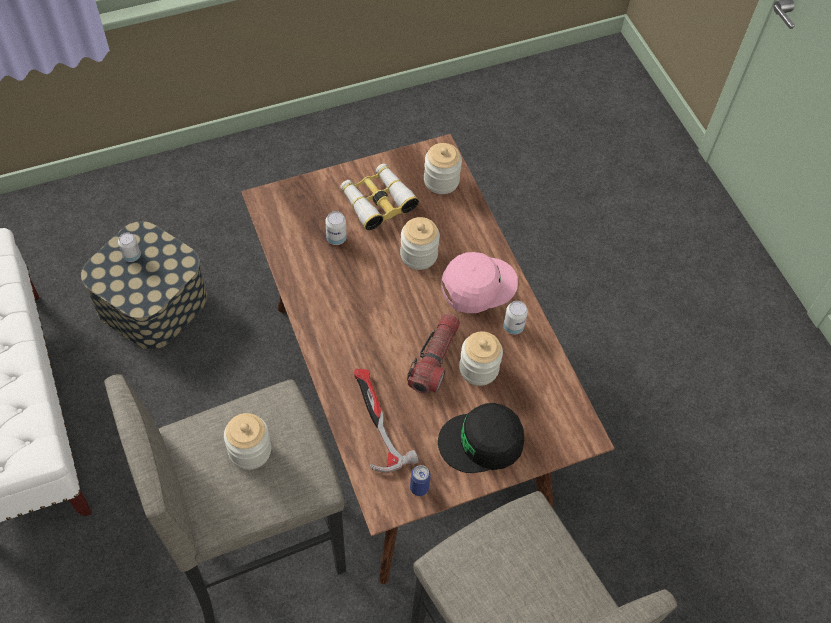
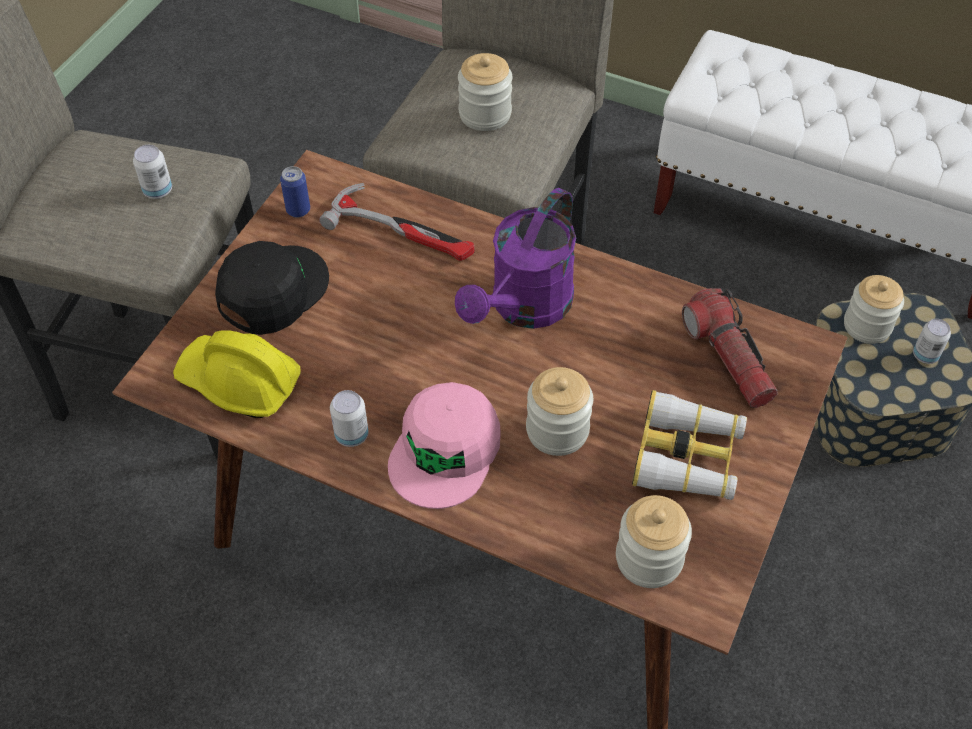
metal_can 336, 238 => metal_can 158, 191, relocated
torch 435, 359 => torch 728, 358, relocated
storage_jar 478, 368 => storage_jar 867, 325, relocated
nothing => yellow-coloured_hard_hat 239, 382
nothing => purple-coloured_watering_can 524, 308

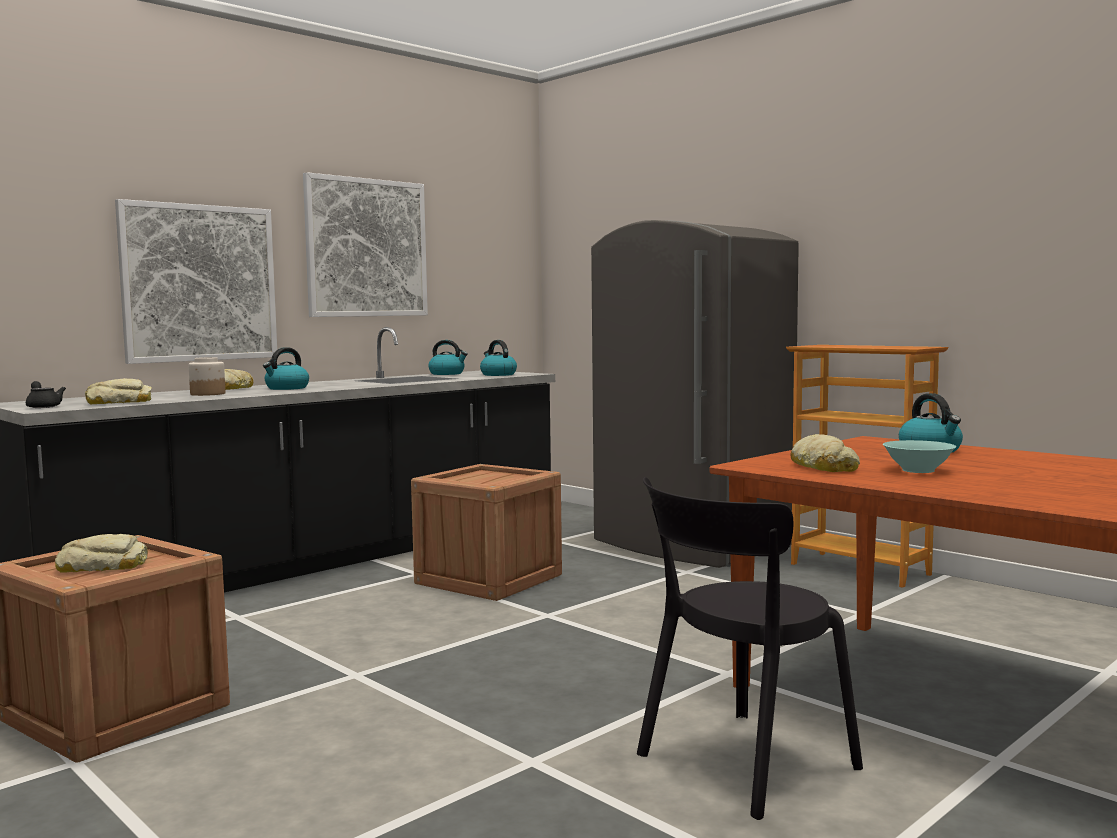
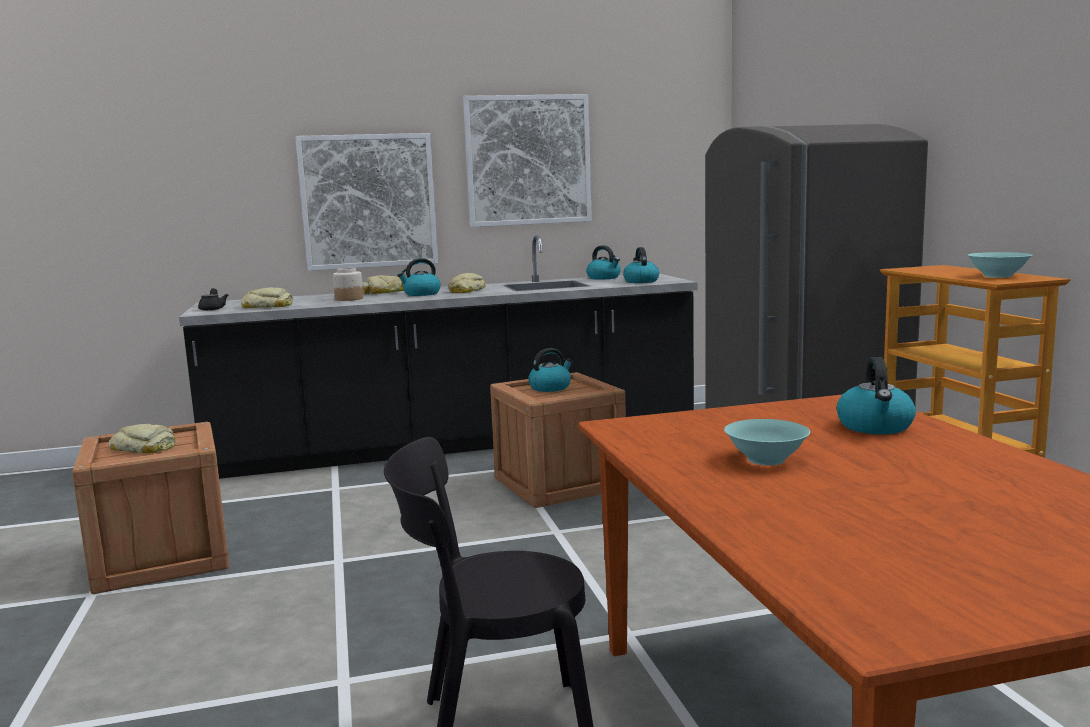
bakery_bread 824, 466 => bakery_bread 465, 290, relocated
nothing => water_kettle 550, 387
nothing => blue-green_serving_bowl 998, 276

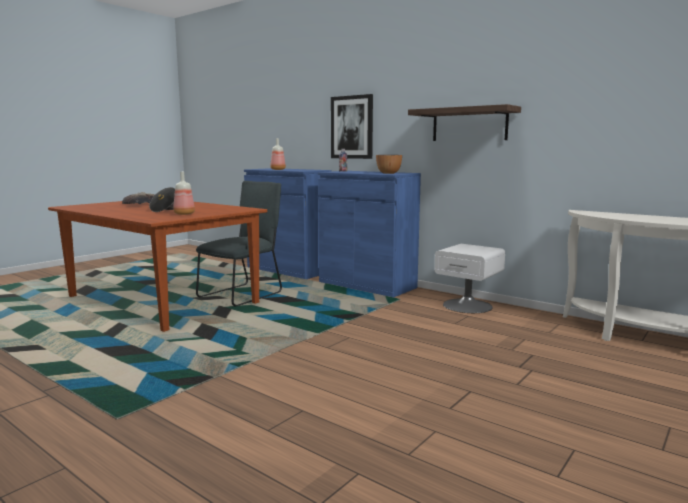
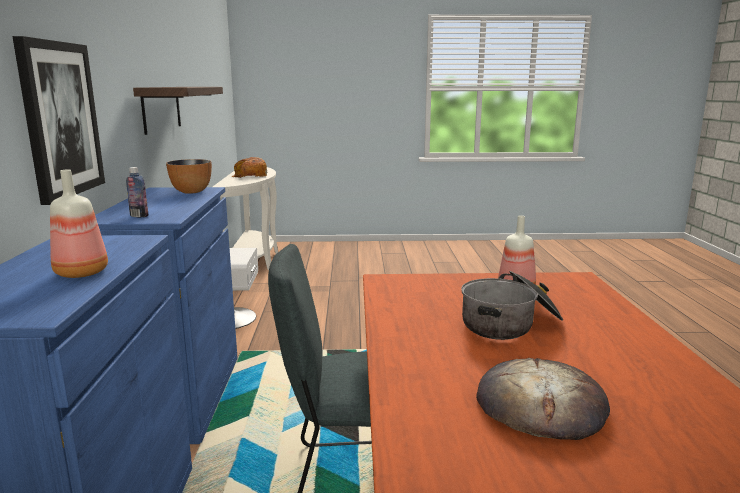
nothing => bakery_bread 249, 176

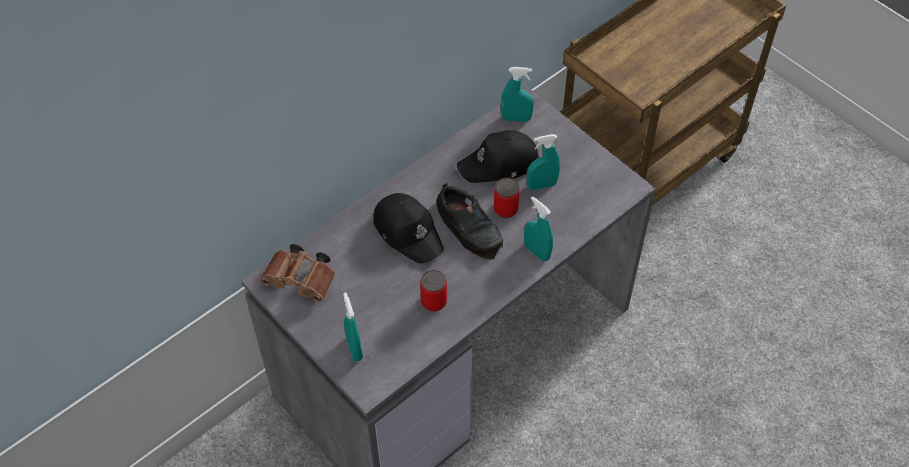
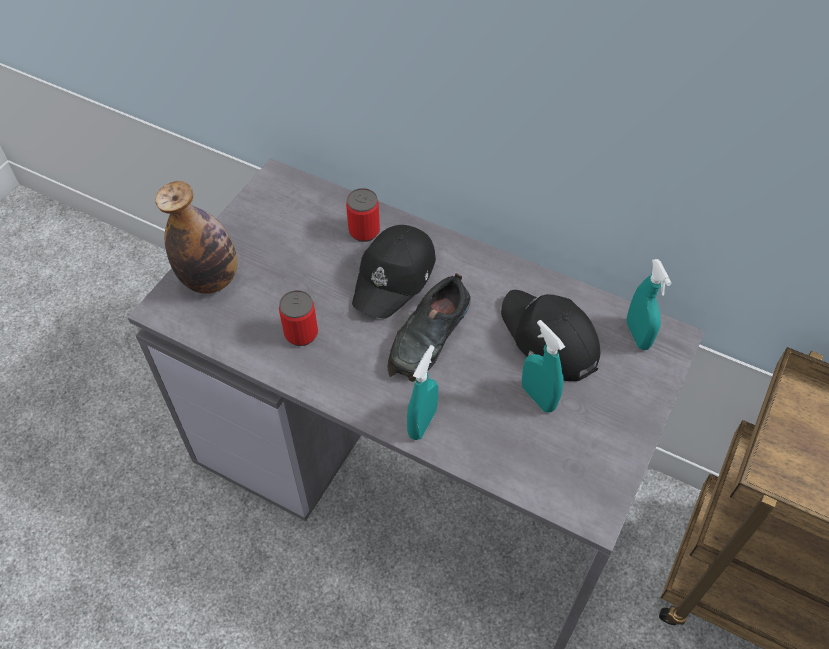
brown_field_glasses 302, 281 => nothing
blue-green_sprayer 354, 348 => beverage_bottle 210, 279
metal_can 505, 209 => metal_can 364, 231, relocated

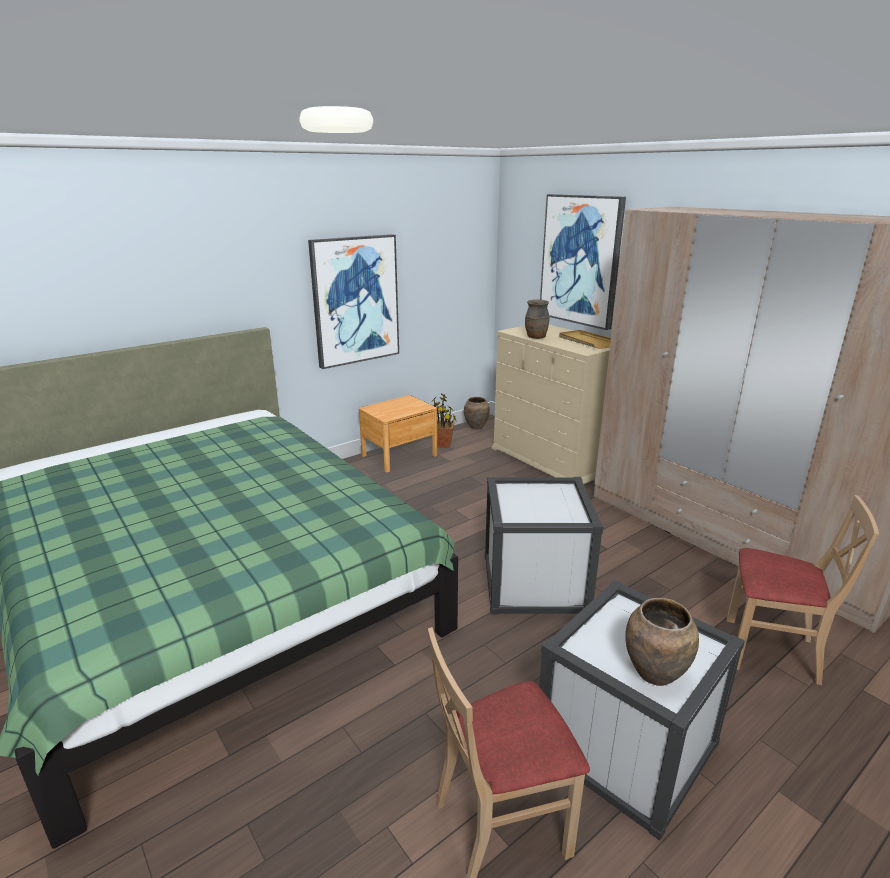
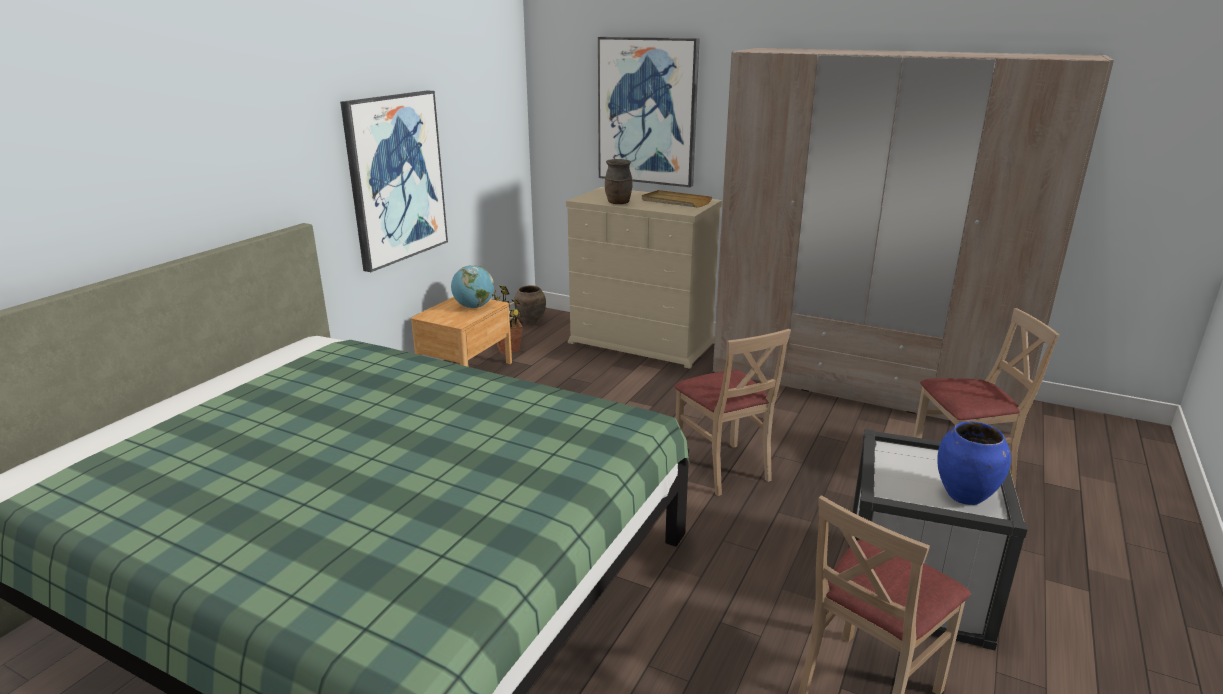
white-coloured_storage_box 534, 583 => sand-coloured_upright_chair 723, 468
brown_flower_vase 655, 673 => bluish_flower_vase 965, 496
nothing => desk_globe 474, 307

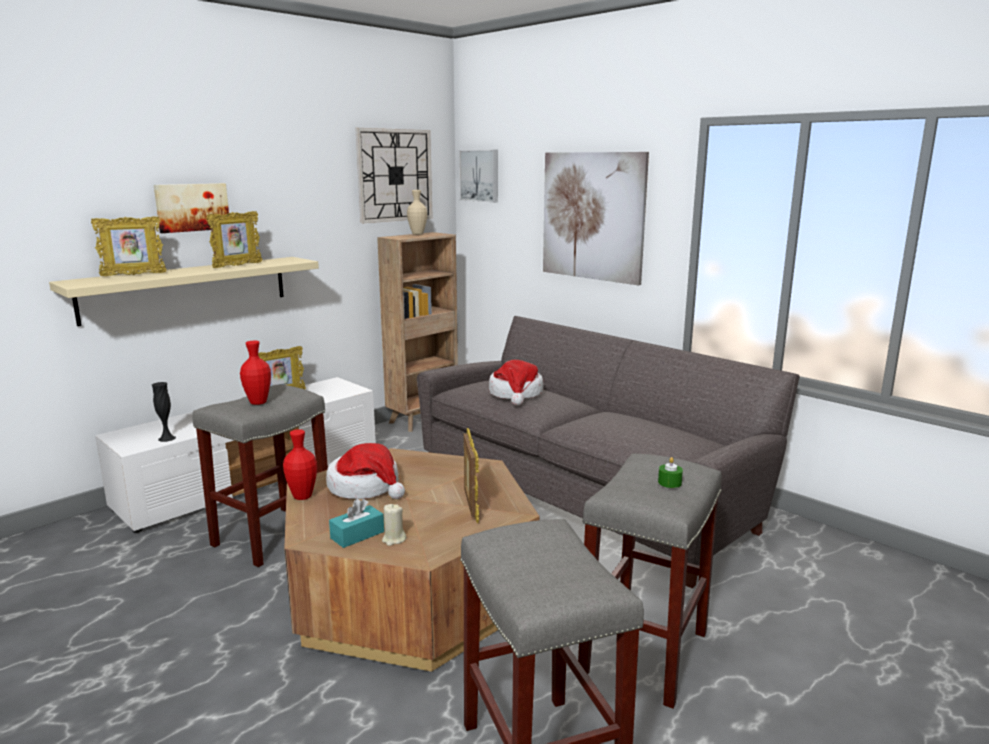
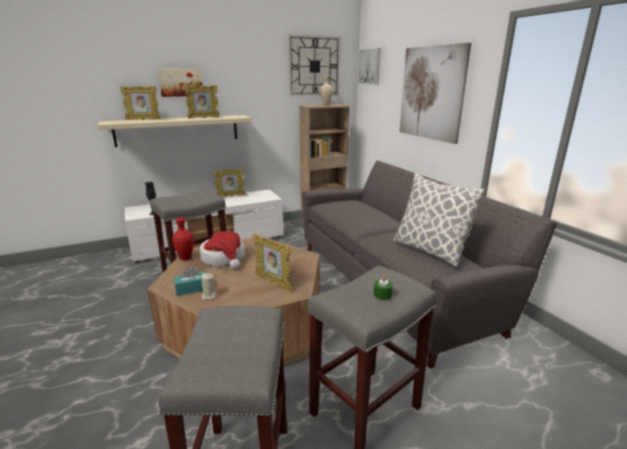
reddish_flower_vase 258, 402 => nothing
picture_frame 471, 507 => picture_frame 273, 283, 120 degrees clockwise
wearable_hat 516, 394 => nothing
nothing => pillow 429, 250

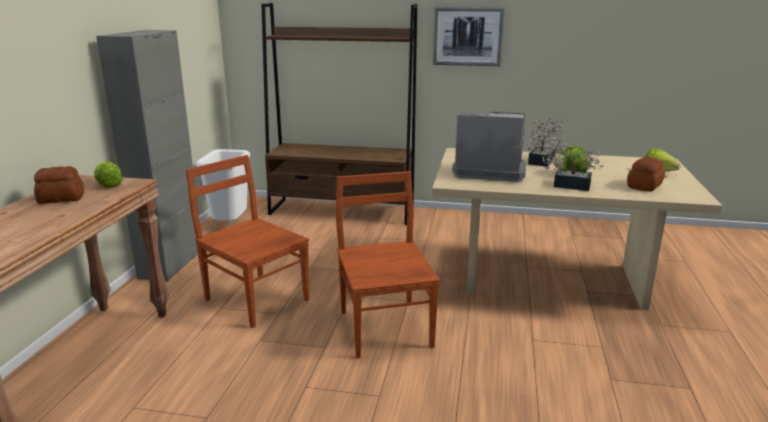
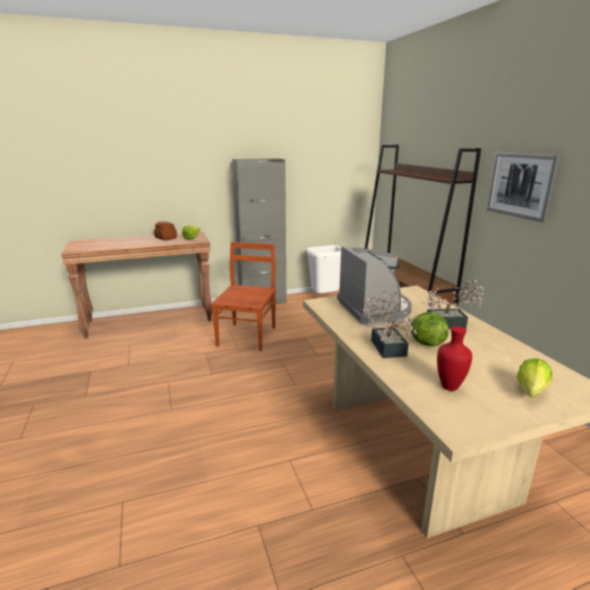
brown_upright_chair 385, 327 => nothing
bakery_bread 643, 186 => reddish_flower_vase 448, 386

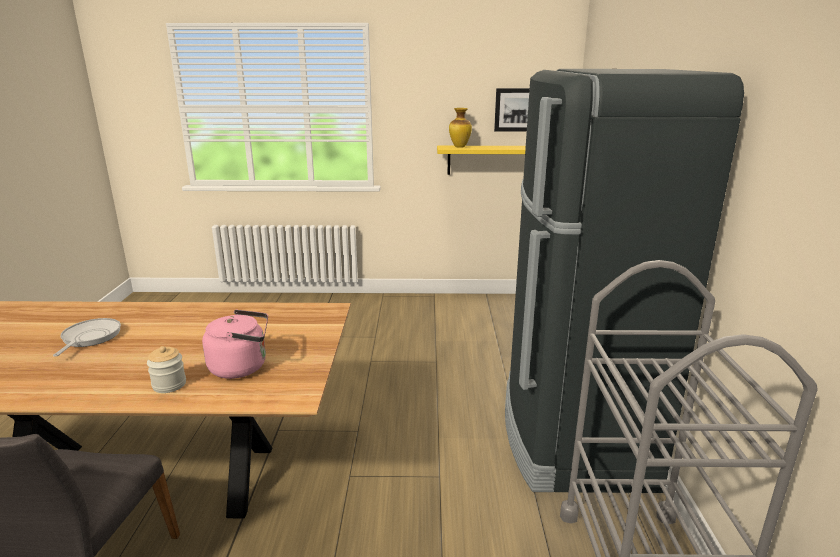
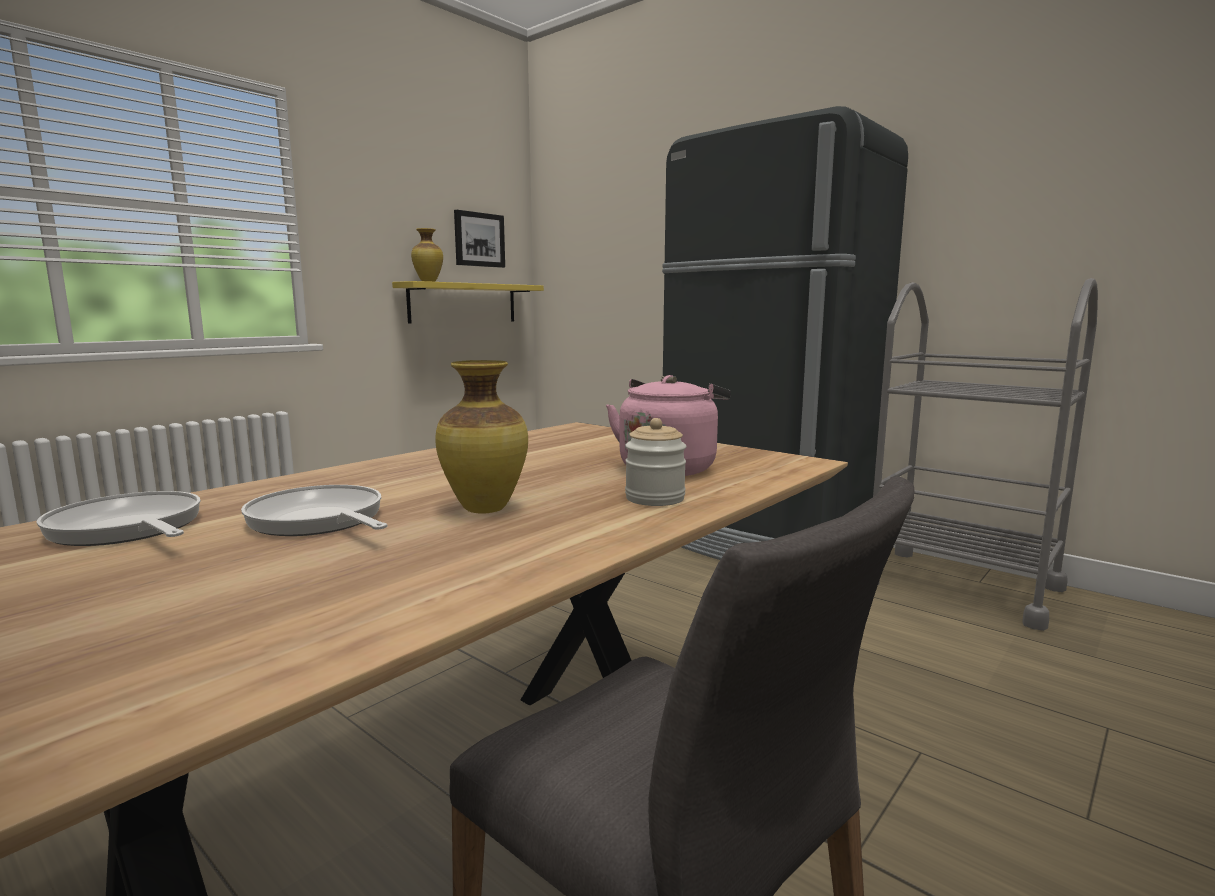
nothing => skillet 128, 529
nothing => flower_vase 486, 509

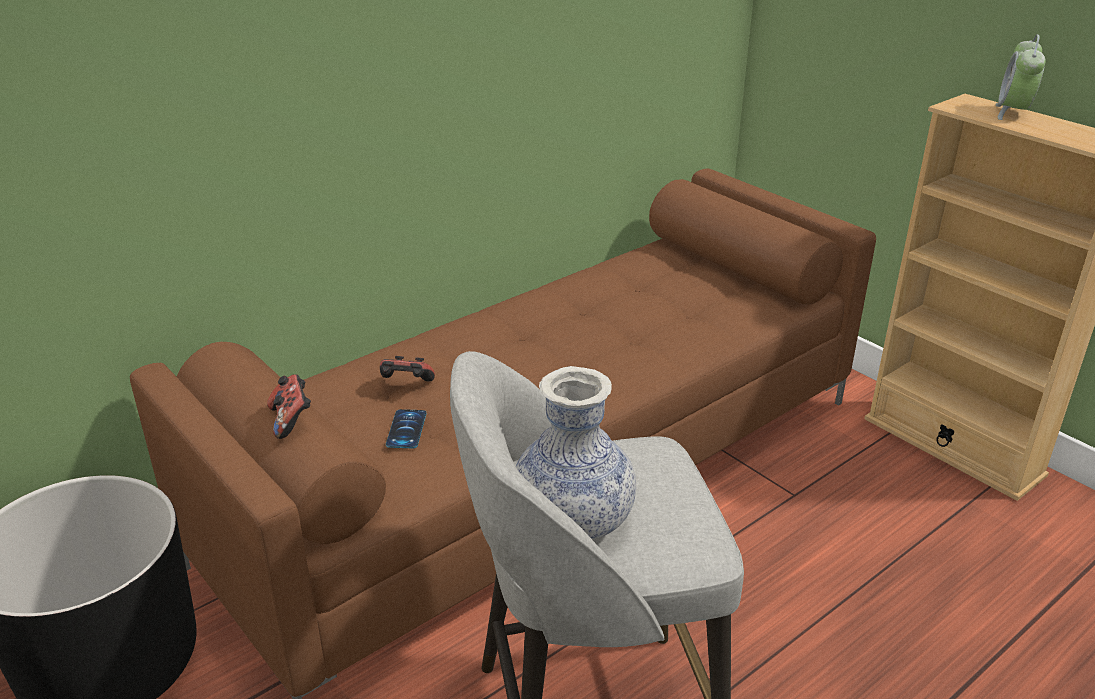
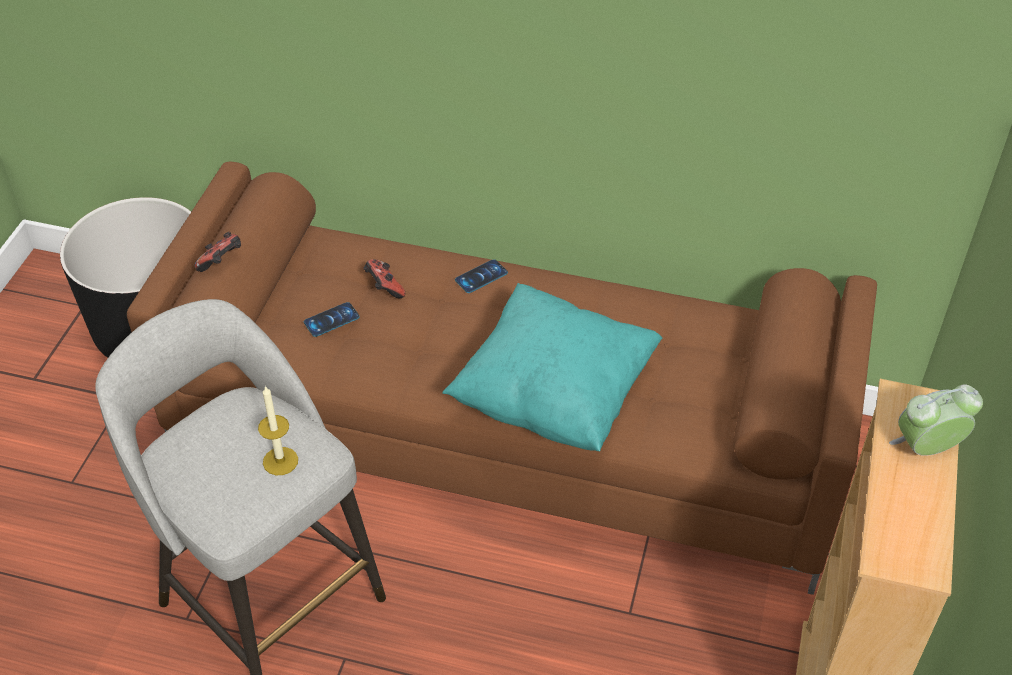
flower_vase 573, 520 => nothing
nothing => wax_light 280, 461
nothing => blue-green_pillow 554, 396
nothing => phone 481, 276

